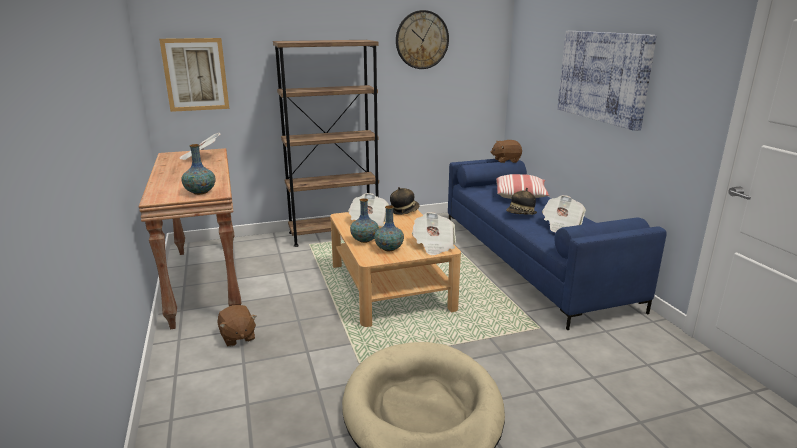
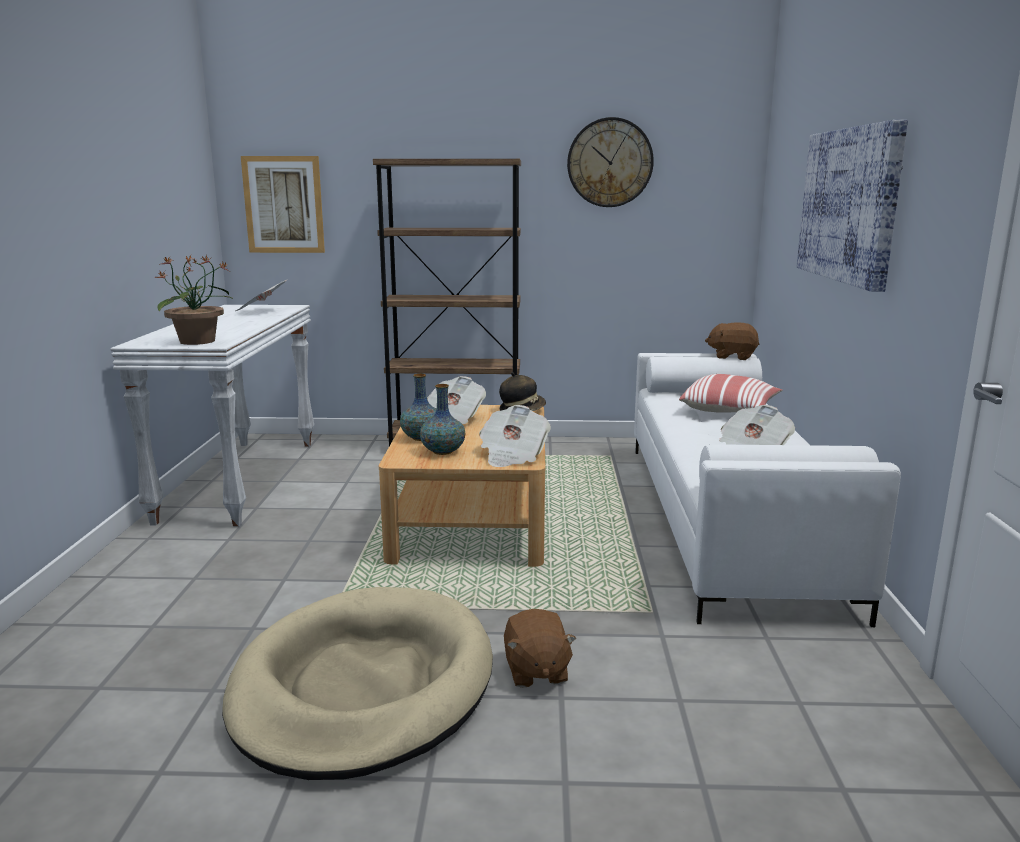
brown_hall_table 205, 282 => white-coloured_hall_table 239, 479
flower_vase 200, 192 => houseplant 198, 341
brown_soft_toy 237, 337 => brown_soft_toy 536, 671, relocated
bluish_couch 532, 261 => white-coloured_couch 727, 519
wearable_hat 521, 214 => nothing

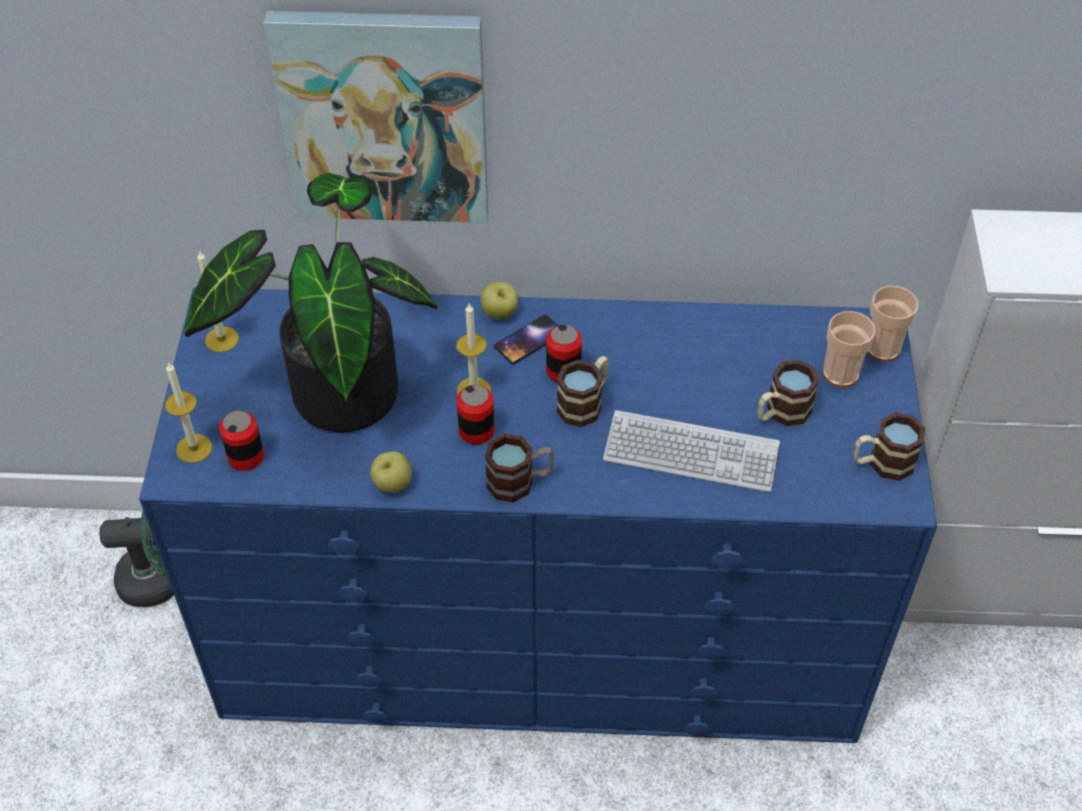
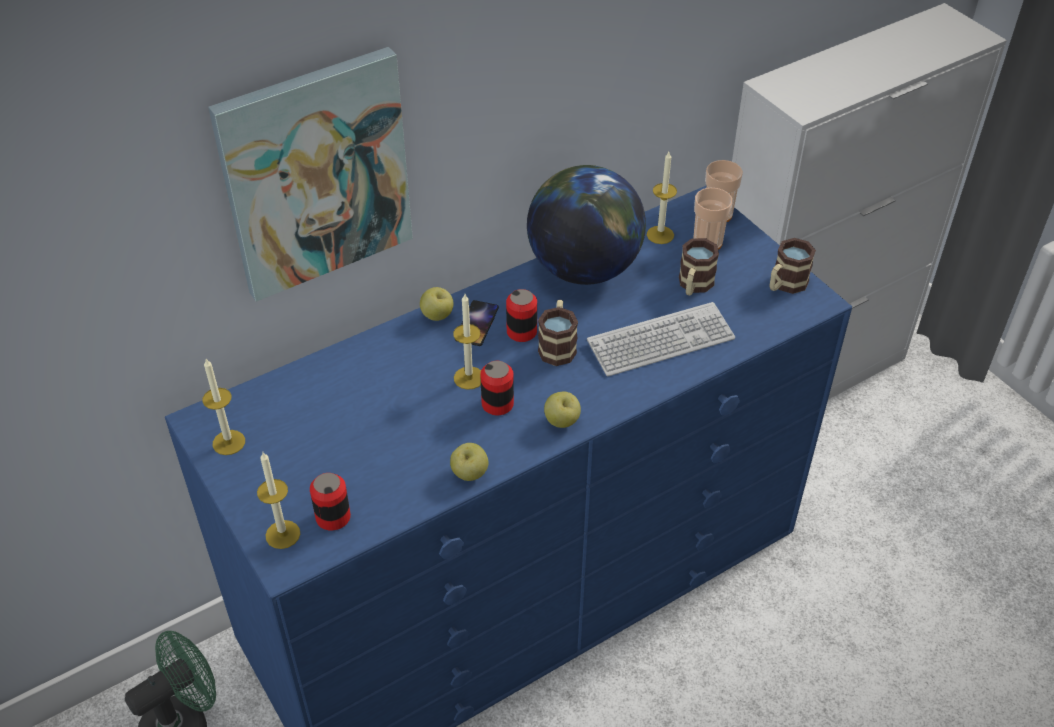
houseplant 334, 388 => nothing
mug 519, 481 => apple_fruit 562, 421
nothing => desk_globe 584, 268
nothing => wax_light 660, 235

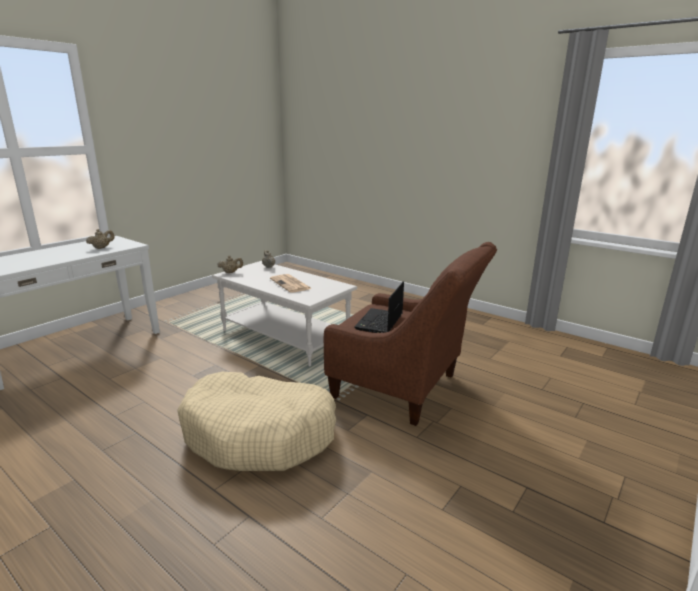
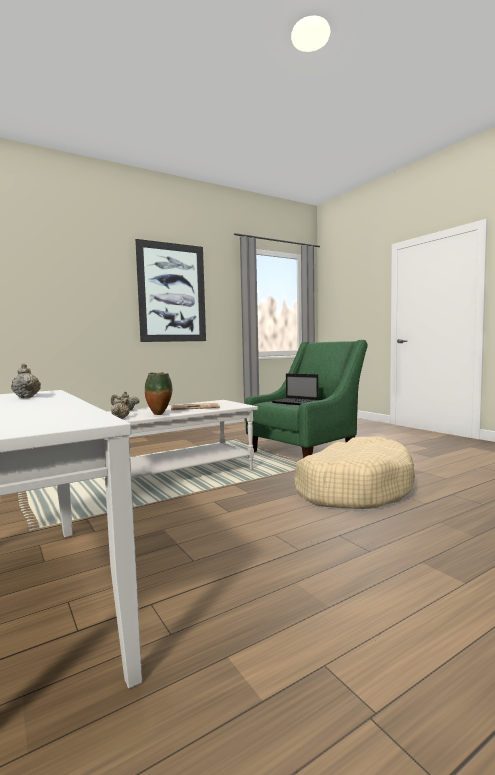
brown_lounge_chair 404, 389 => green_lounge_chair 306, 451
nothing => picture 172, 293
nothing => flower_vase 160, 414

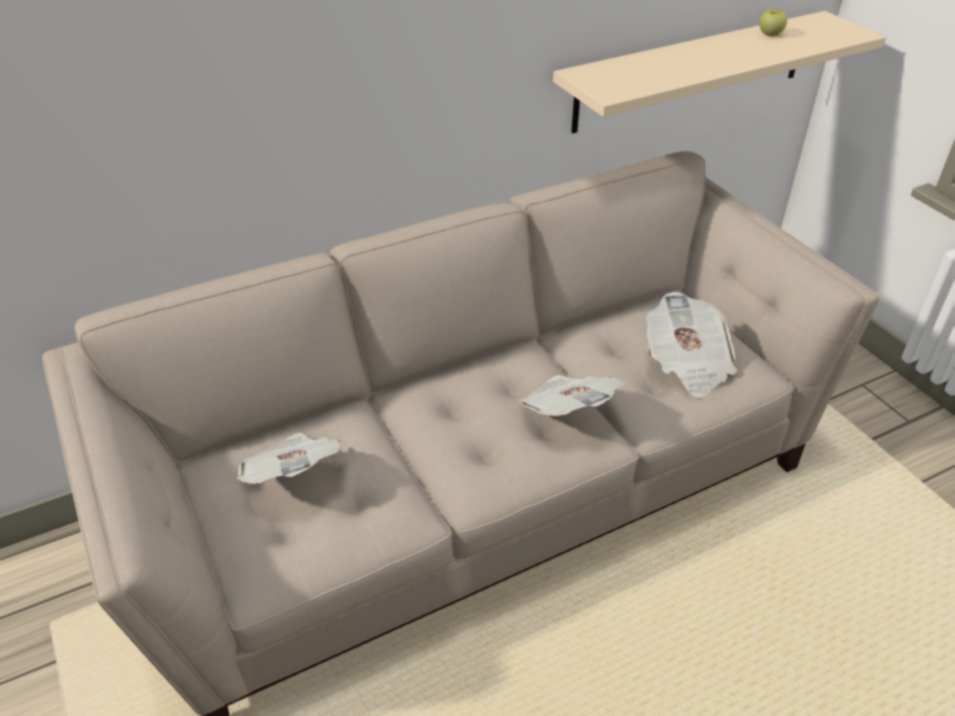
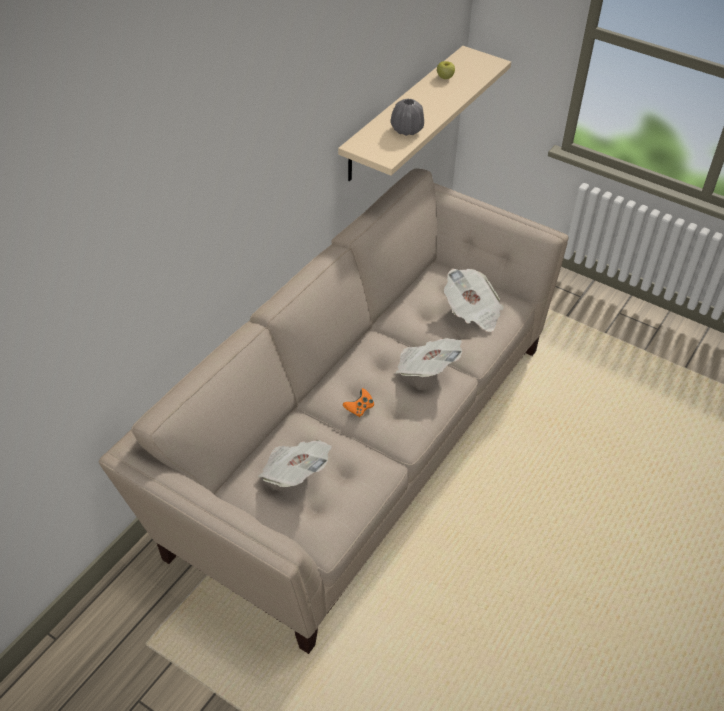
nothing => orange_gamepad 359, 408
nothing => grey_flower_vase 407, 130

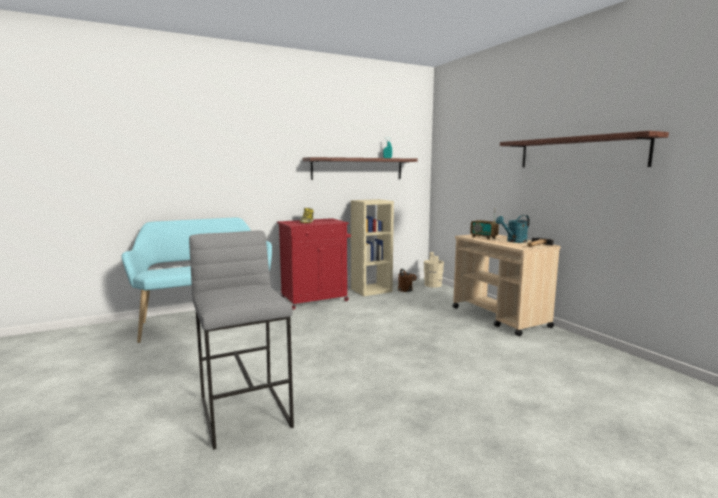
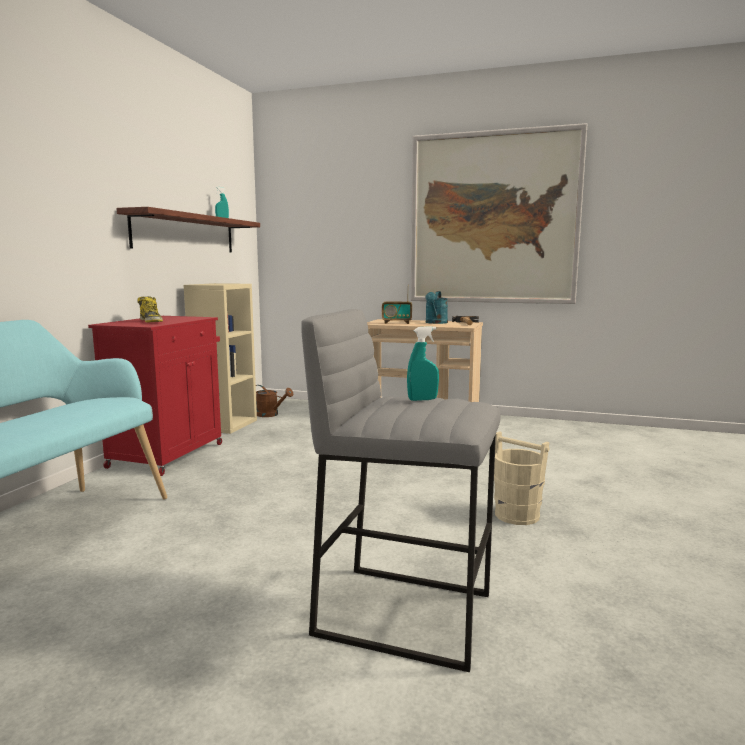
sand-coloured_bucket 433, 285 => sand-coloured_bucket 516, 515, relocated
shelf 579, 152 => picture 493, 219
nothing => blue-green_sprayer 422, 399

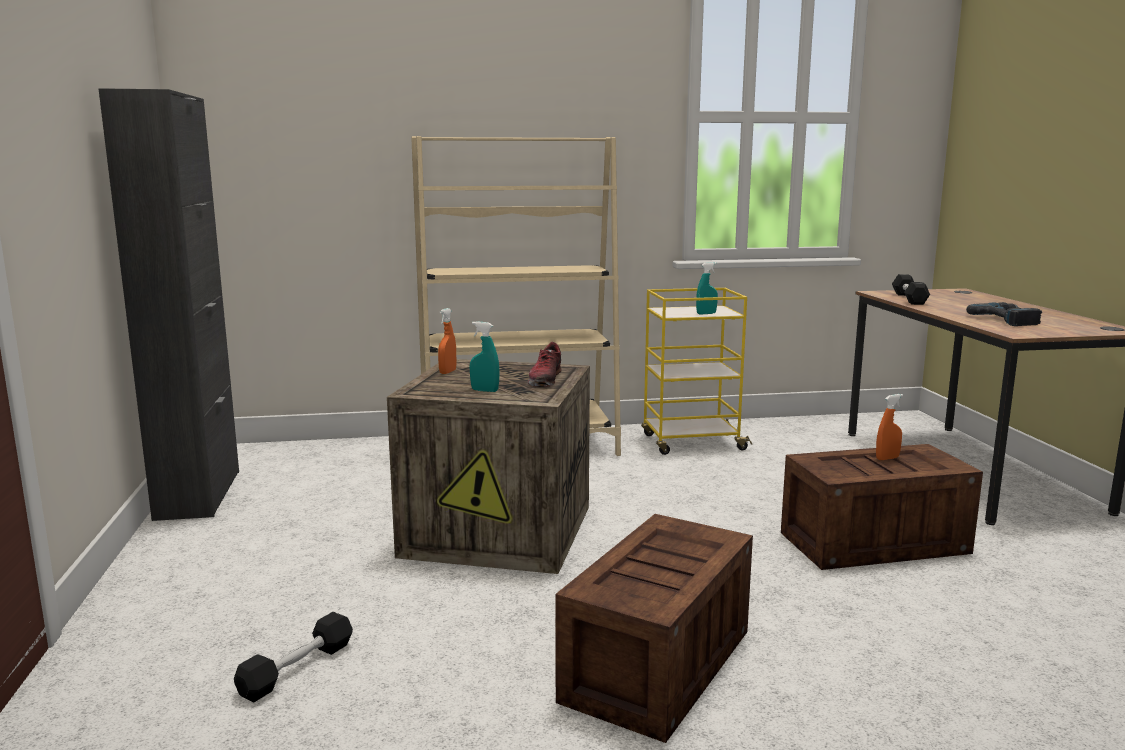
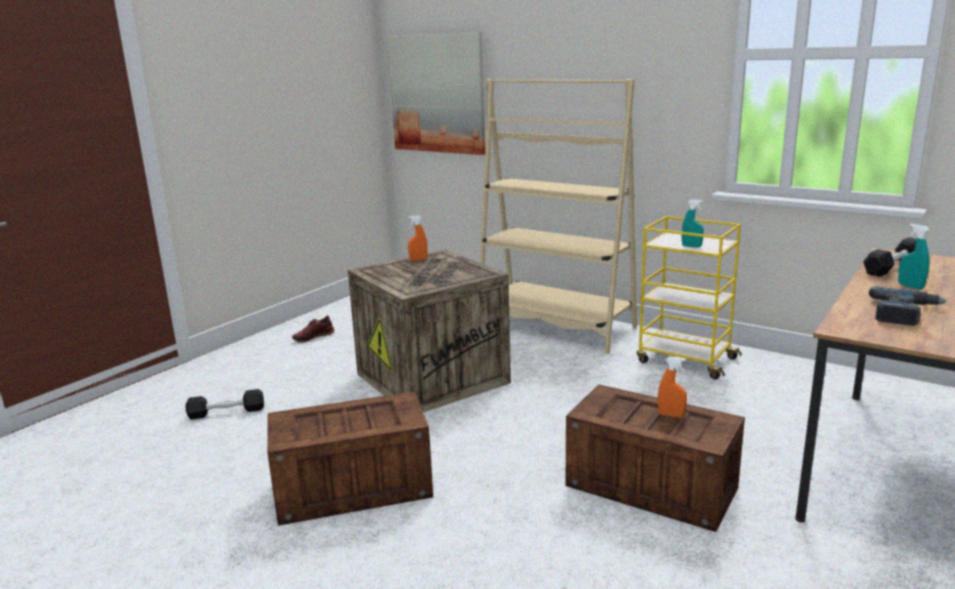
black-coloured_storage_cabinet 198, 494 => nothing
blue-green_sprayer 484, 390 => blue-green_sprayer 910, 286, relocated
item_of_footwear 544, 379 => item_of_footwear 313, 337, relocated
nothing => picture 437, 94

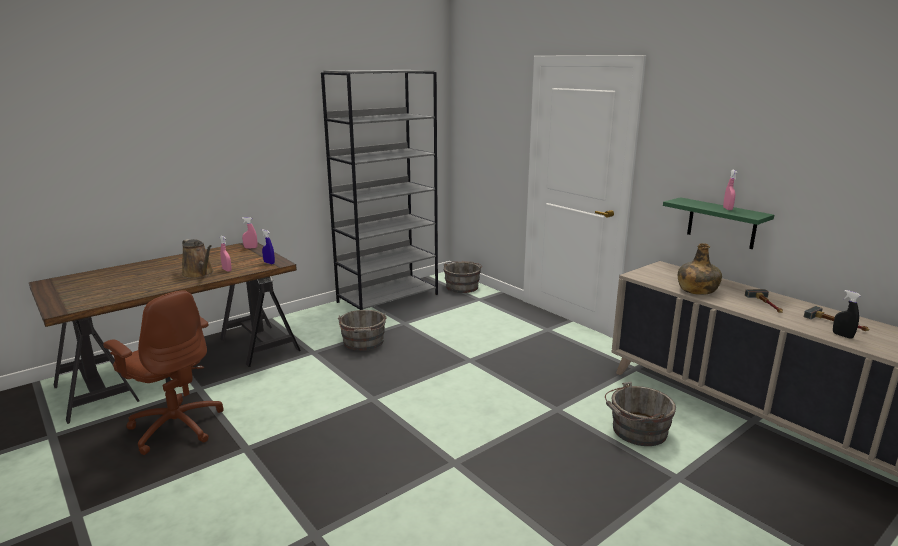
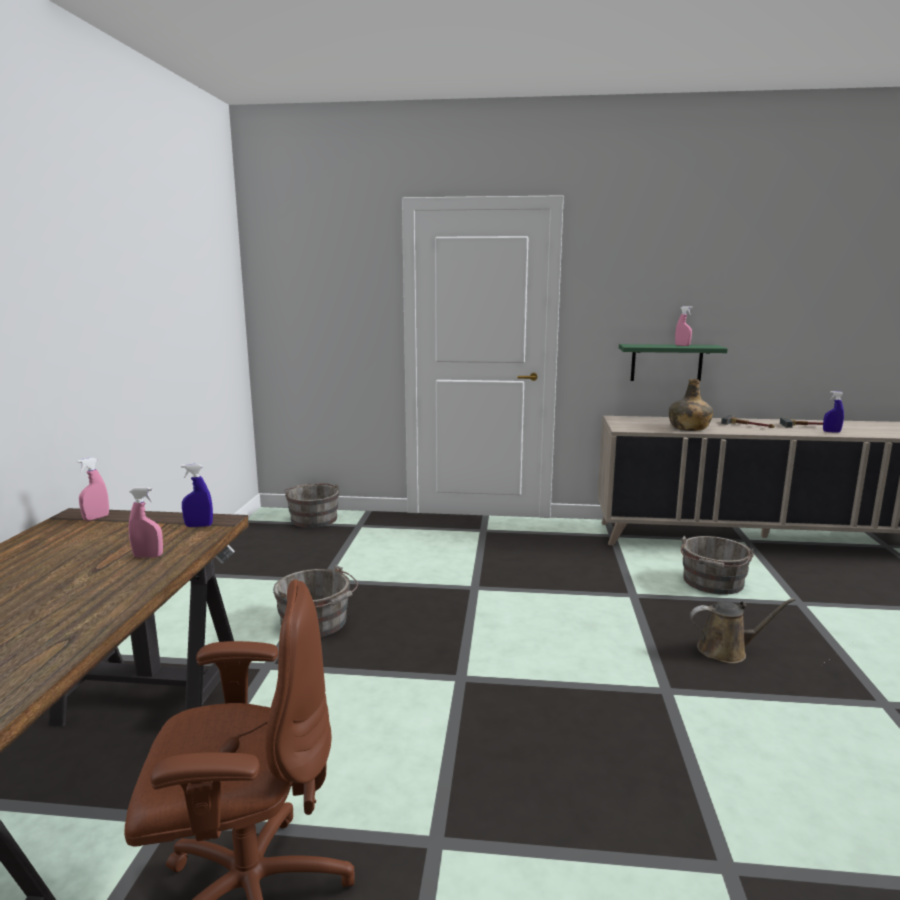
brown_watering_can 199, 274 => brown_watering_can 727, 650, relocated
grey_shelving_unit 388, 298 => nothing
black-coloured_sprayer 842, 335 => bluish_sprayer 831, 432

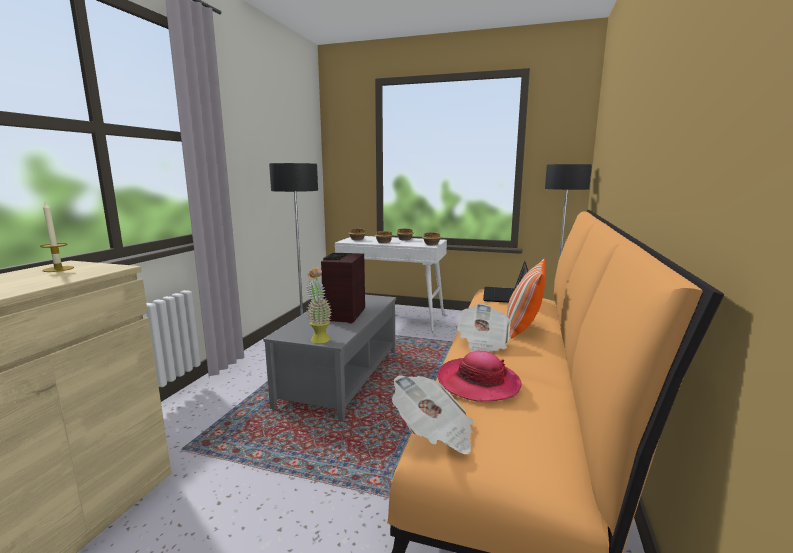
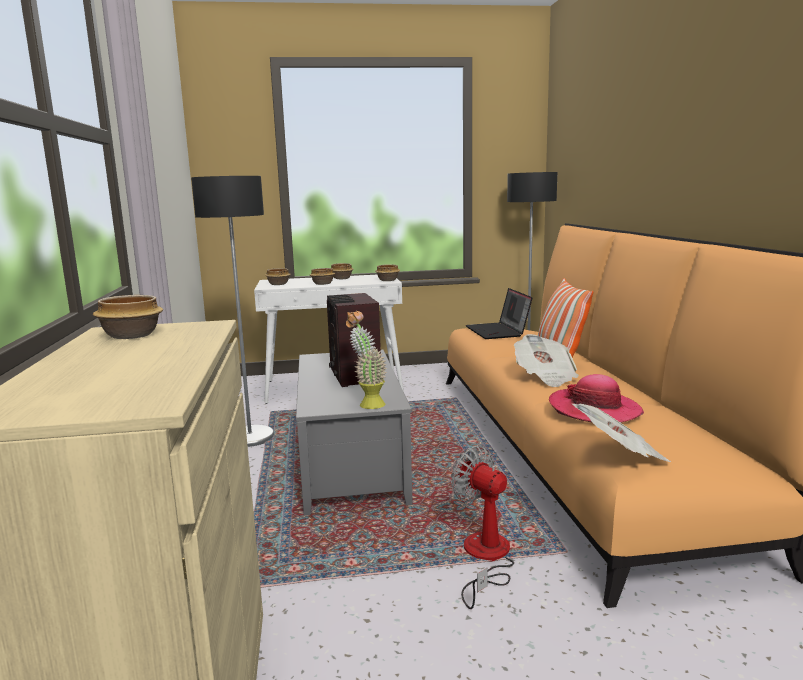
wax_light 58, 269 => serving_bowl 130, 335
nothing => fan 485, 558

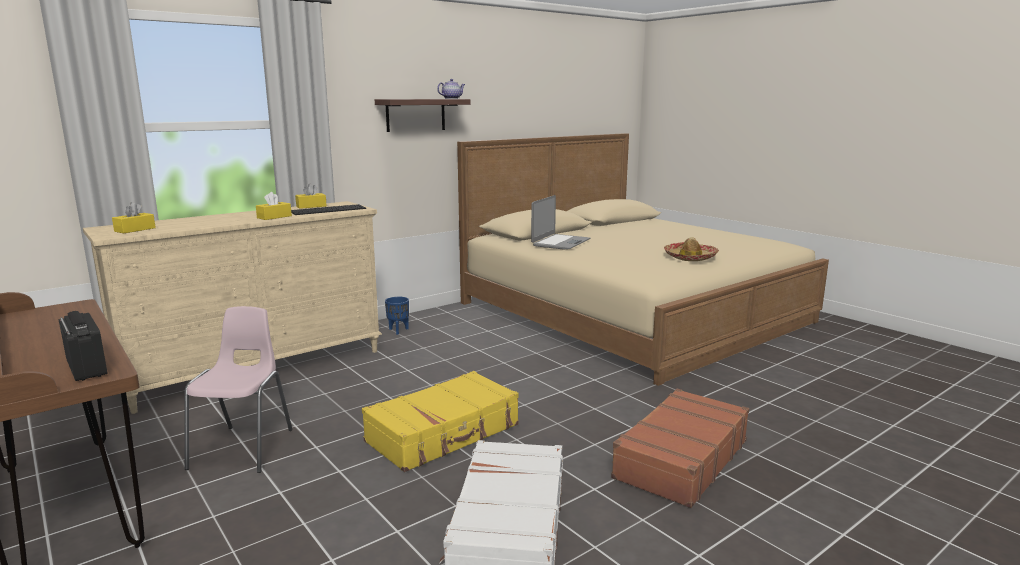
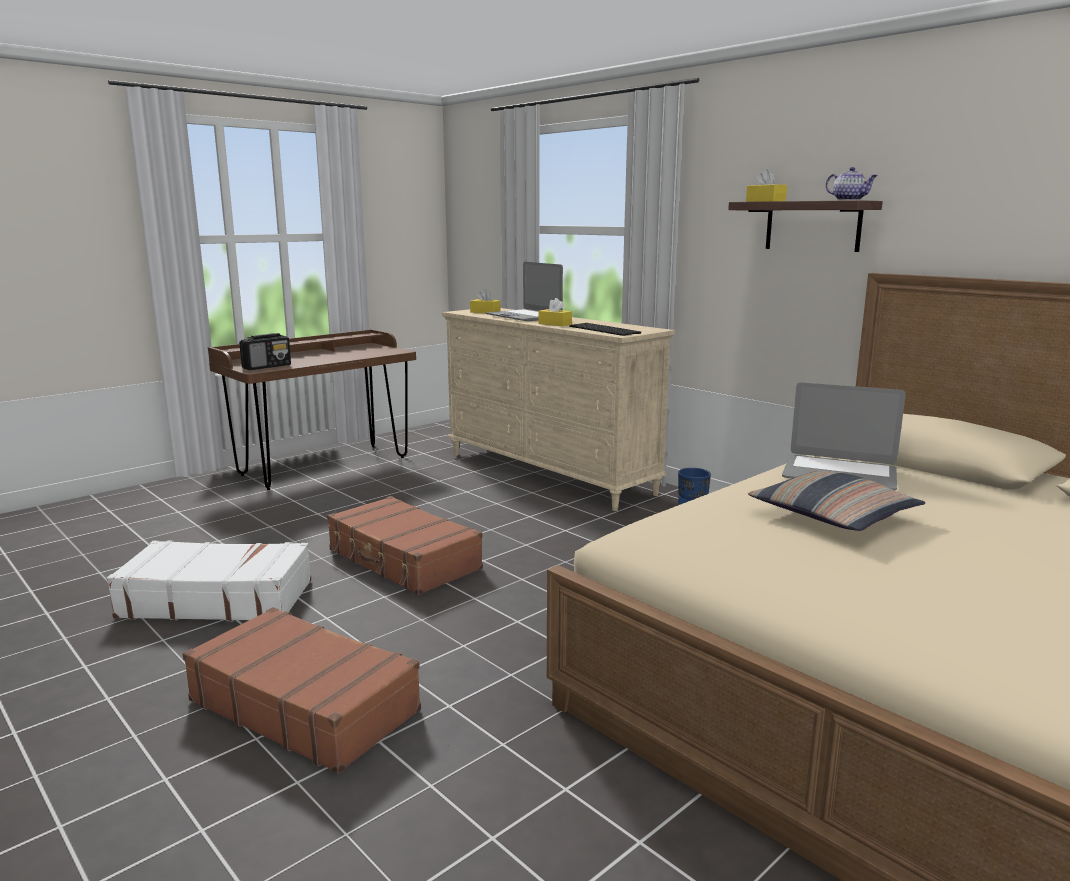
pinkish_upright_chair 244, 448 => nothing
yellow-coloured_tissue_holder 311, 206 => yellow-coloured_tissue_holder 765, 201, relocated
yellow-coloured_piece_of_luggage 444, 434 => brown_piece_of_luggage 403, 560
wearable_hat 690, 257 => nothing
nothing => laptop 524, 316
nothing => pillow 833, 516

